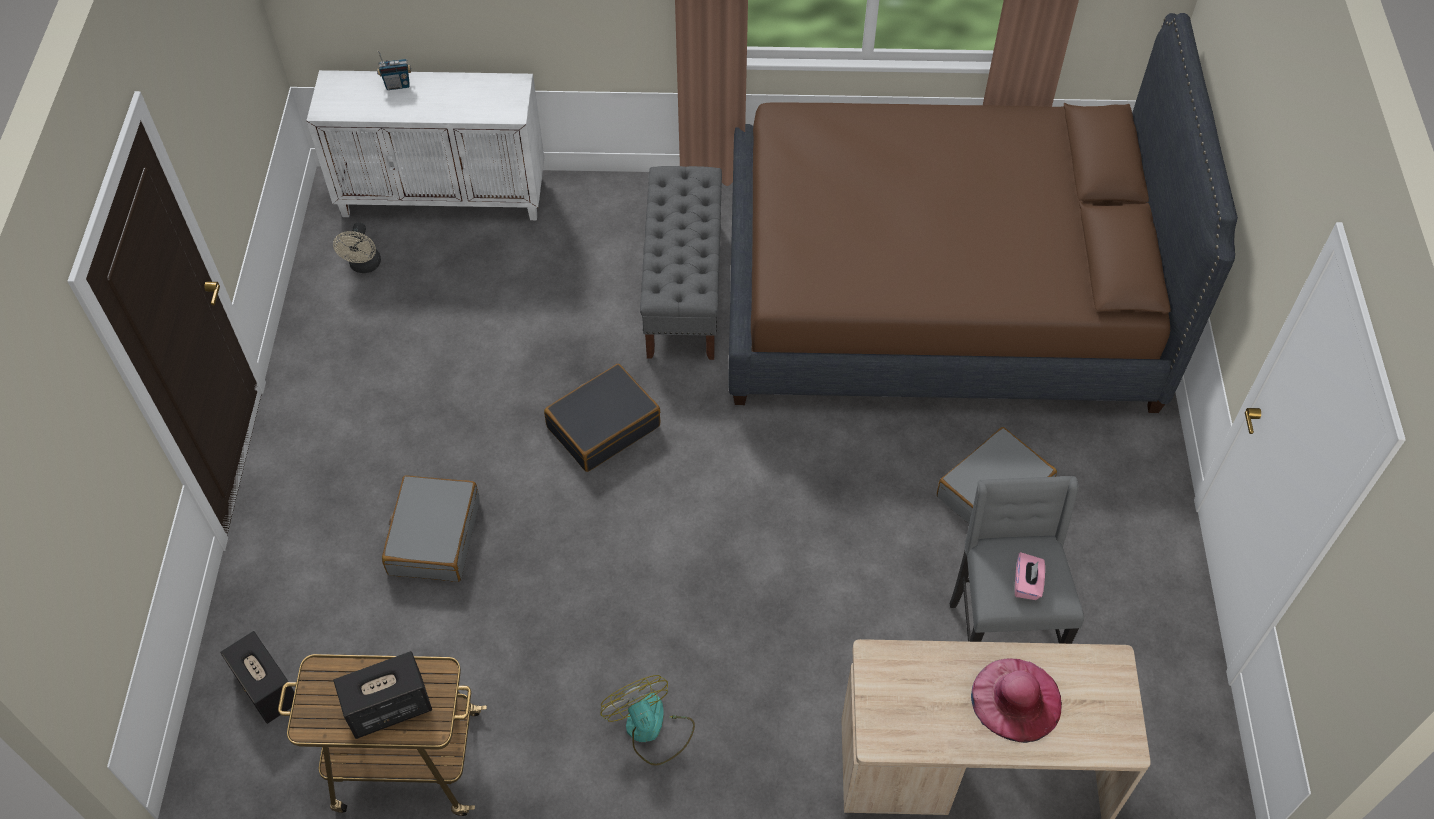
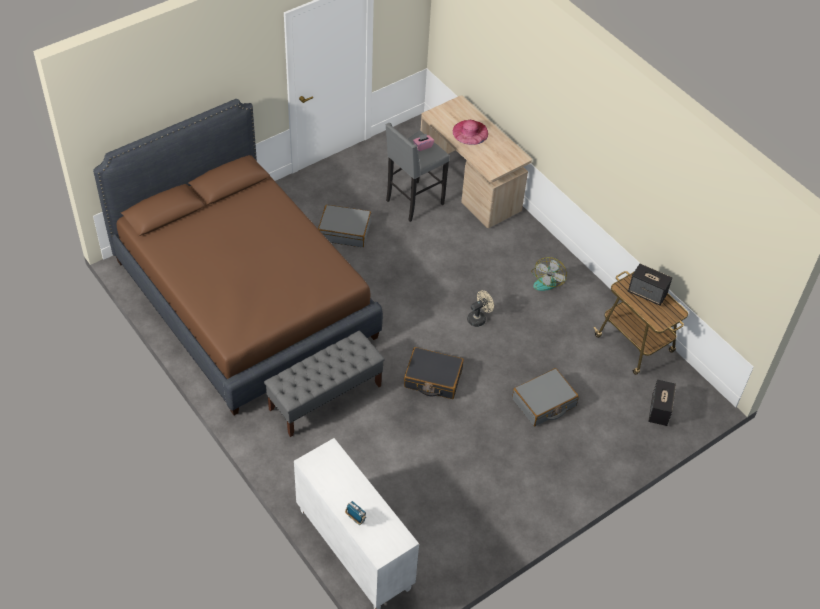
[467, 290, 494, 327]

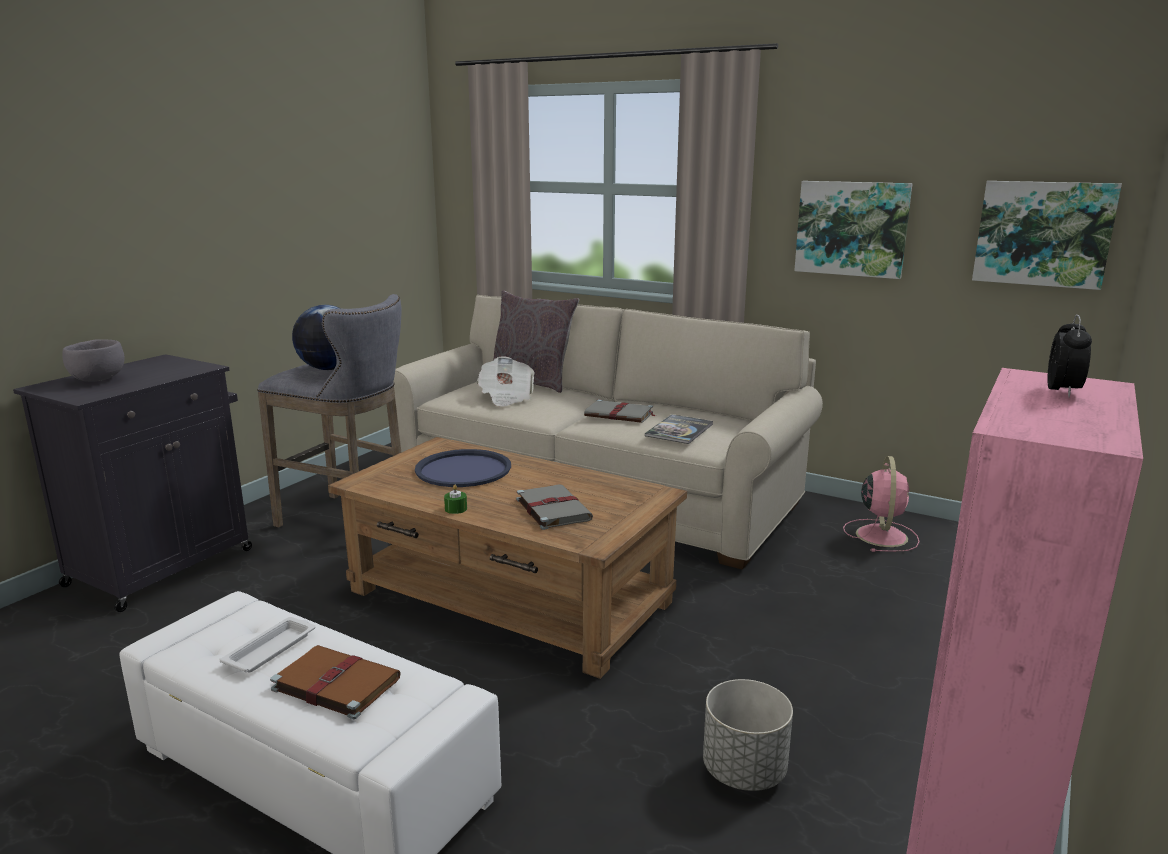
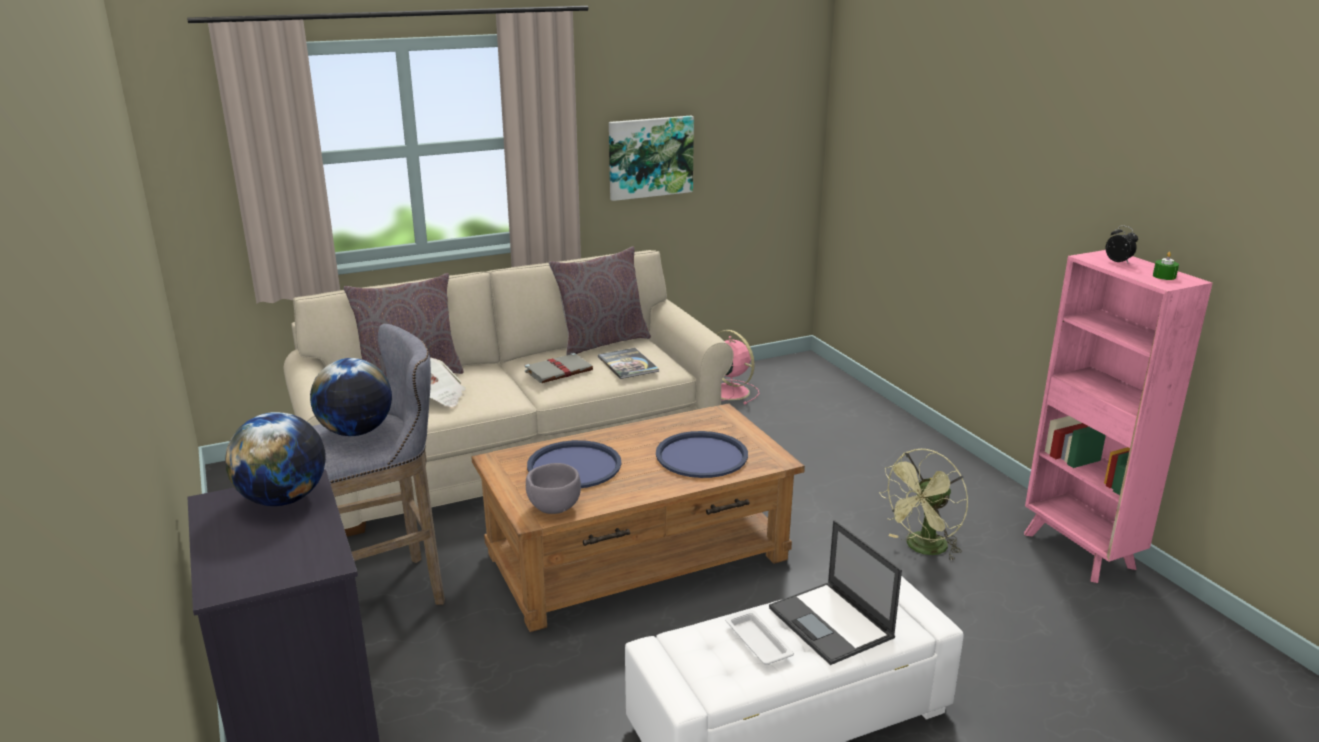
[225, 412, 326, 506]
[526, 463, 581, 514]
[549, 246, 651, 355]
[656, 431, 748, 478]
[769, 520, 902, 665]
[879, 449, 968, 561]
[1153, 252, 1179, 280]
[972, 181, 1122, 290] (first image)

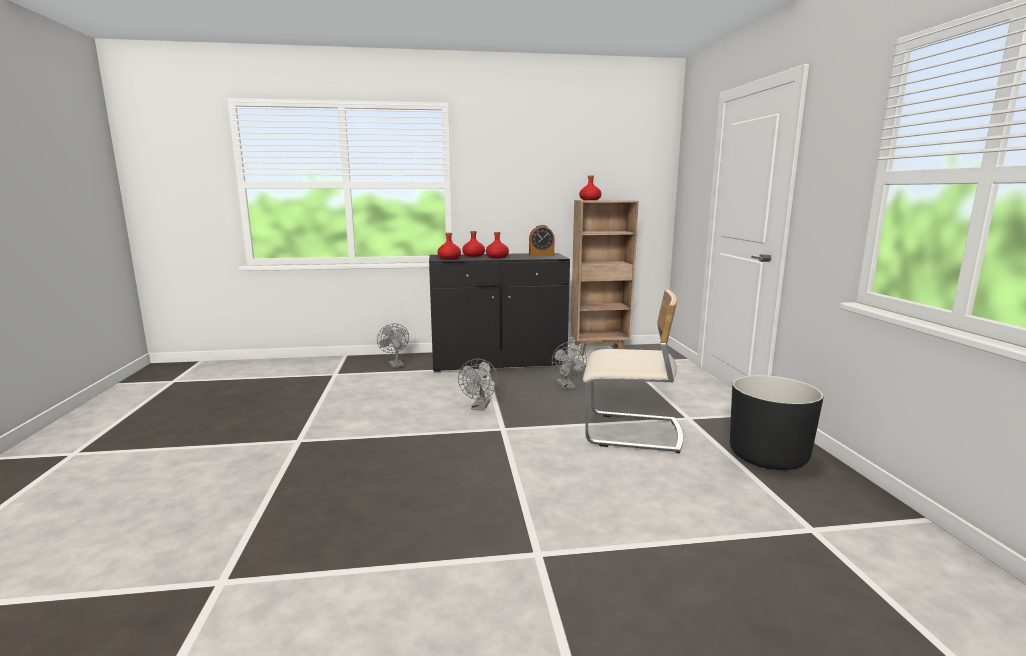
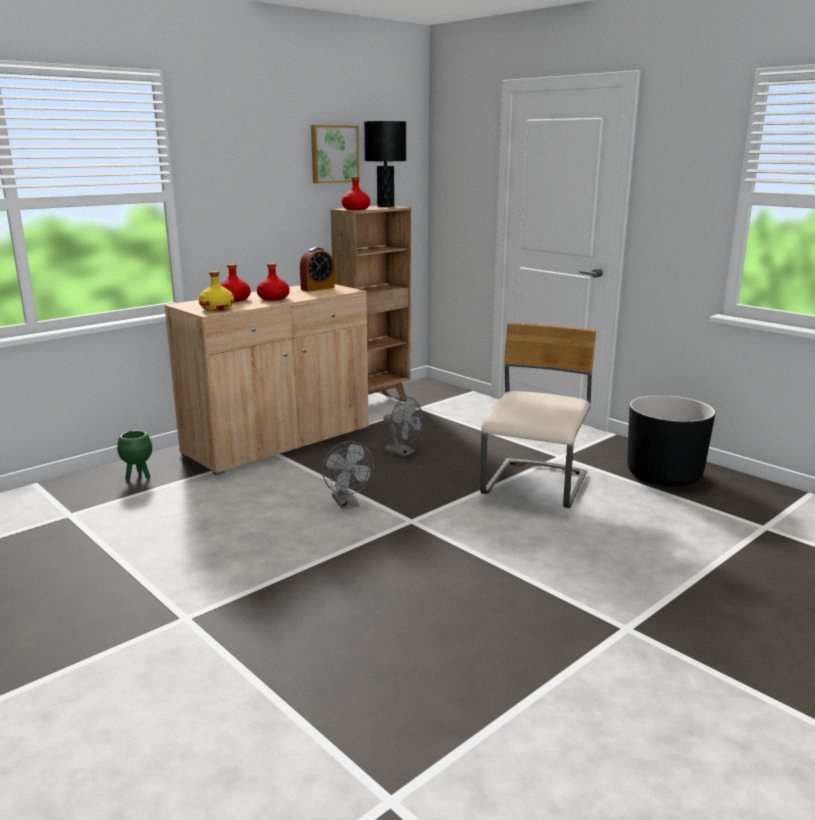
[117, 430, 152, 480]
[164, 284, 369, 475]
[199, 271, 234, 311]
[311, 125, 359, 183]
[364, 121, 406, 207]
[480, 323, 596, 508]

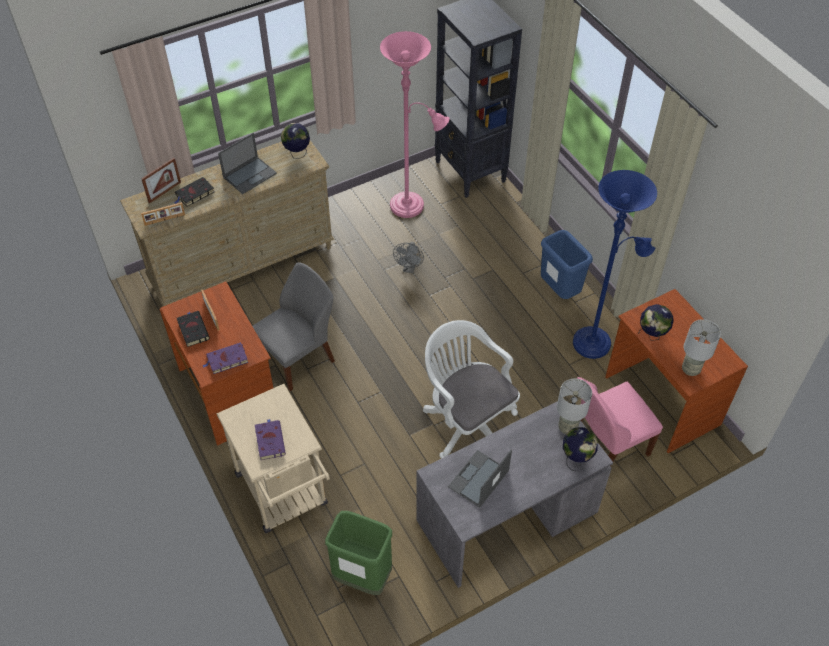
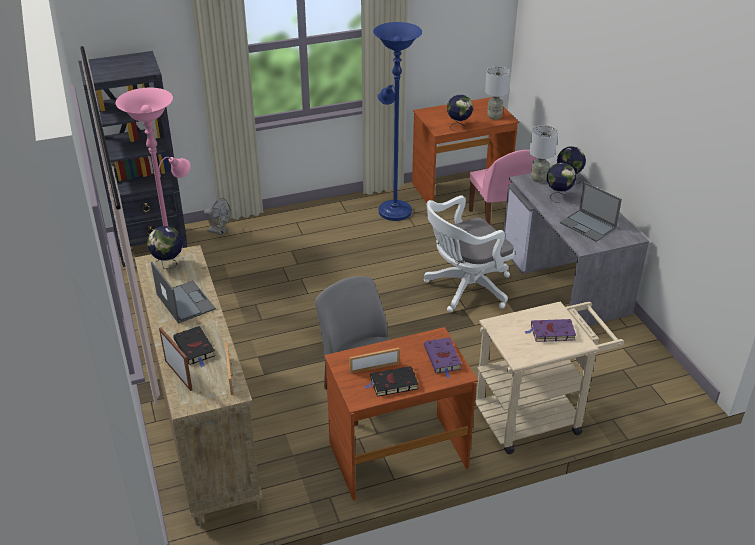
[204, 198, 231, 235]
[547, 162, 576, 203]
[325, 511, 392, 595] (first image)
[541, 230, 593, 299] (first image)

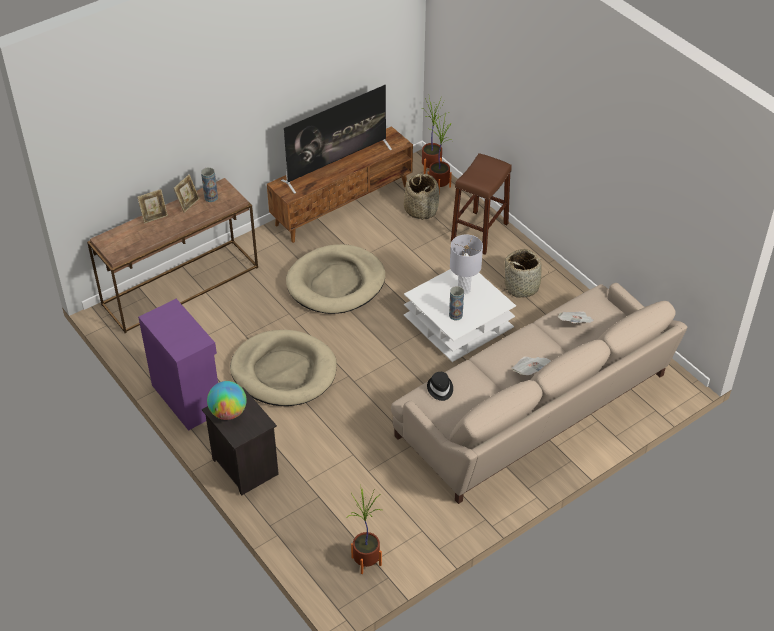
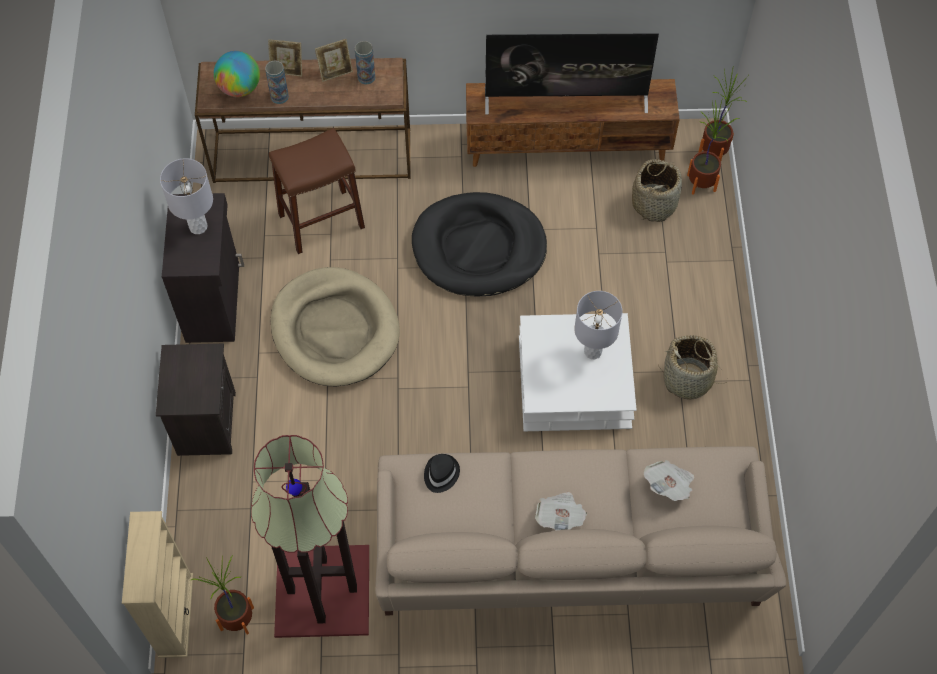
[122, 511, 193, 658]
[160, 158, 213, 234]
[162, 193, 244, 343]
[214, 51, 260, 97]
[251, 435, 369, 638]
[265, 60, 289, 104]
[269, 128, 365, 254]
[412, 192, 547, 297]

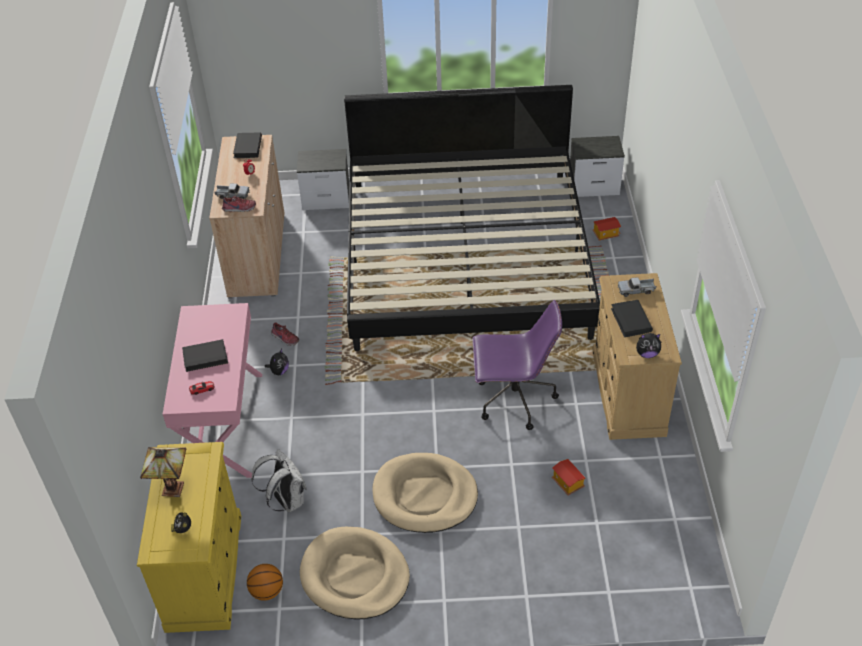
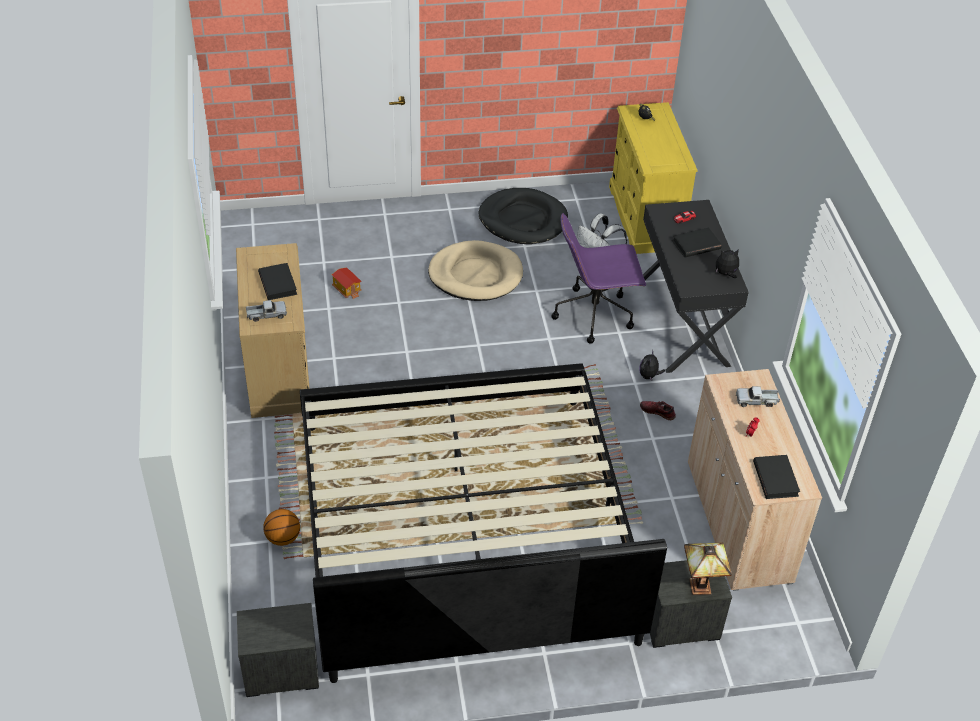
[263, 509, 300, 546]
[478, 188, 568, 244]
[551, 213, 646, 344]
[643, 200, 749, 373]
[684, 542, 732, 595]
[716, 249, 739, 278]
[222, 196, 256, 212] (first image)
[593, 217, 621, 241] (first image)

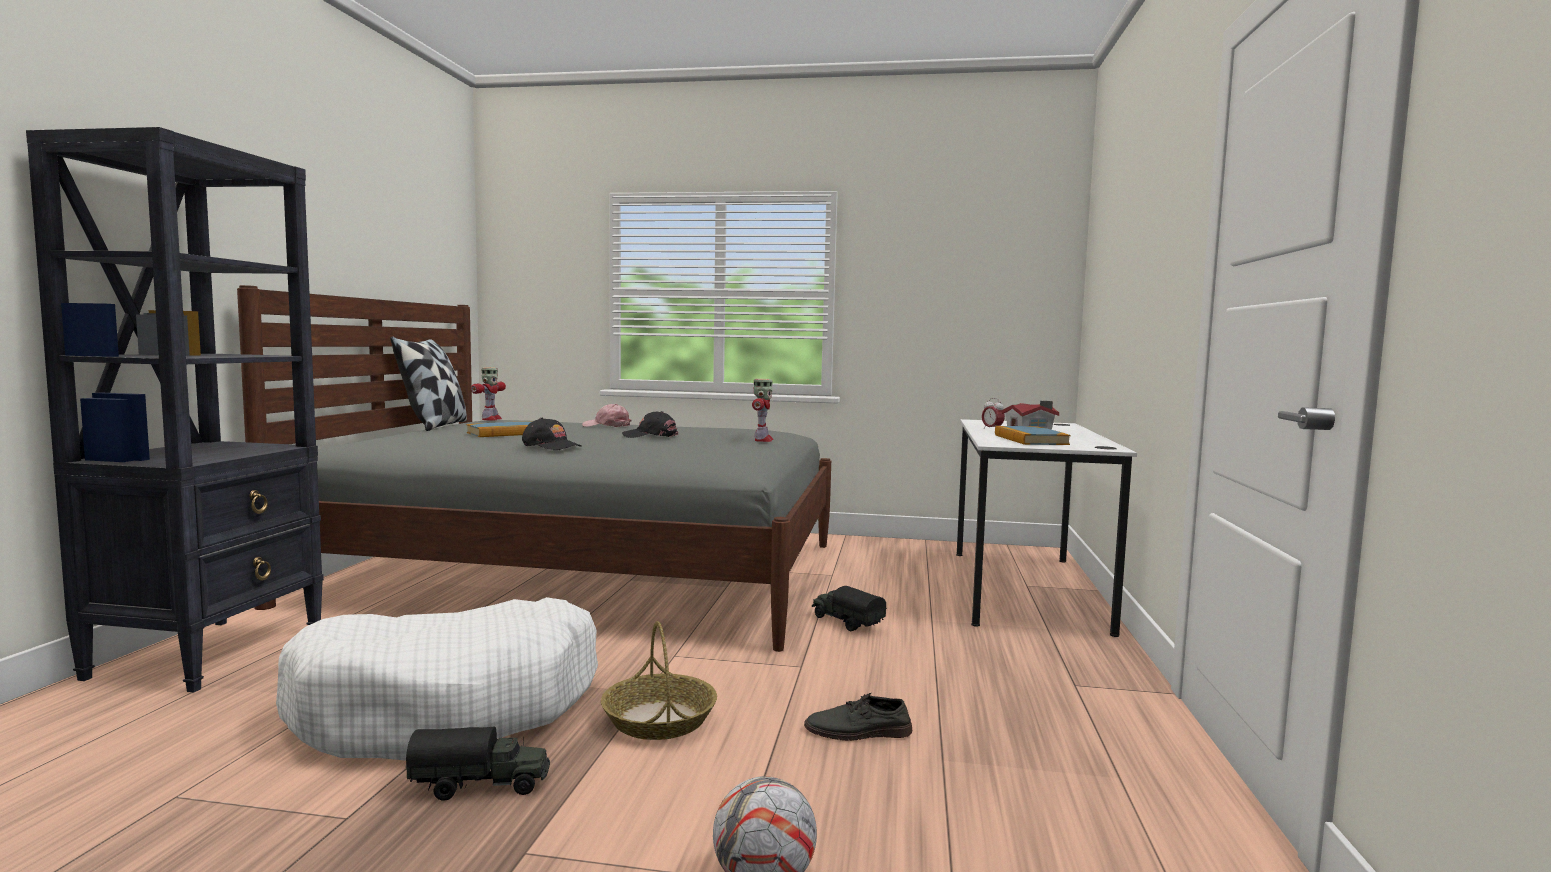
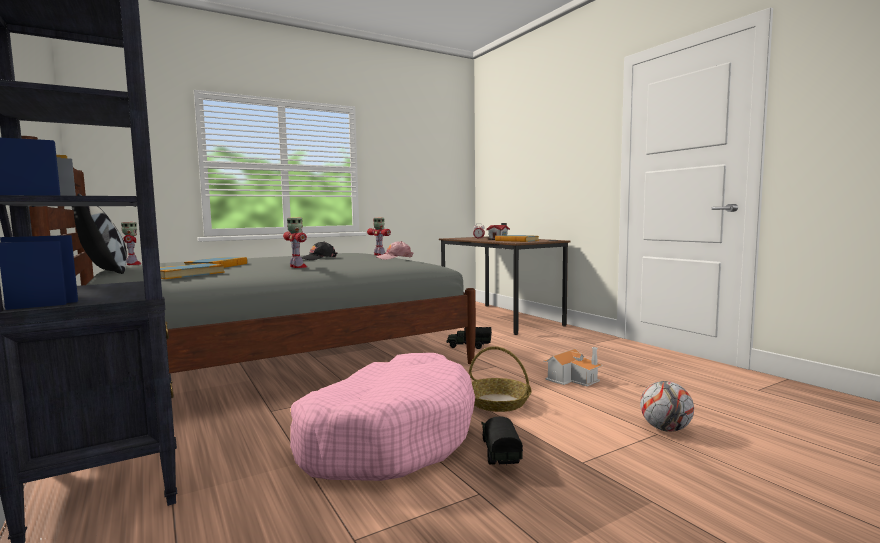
[160, 263, 225, 279]
[283, 218, 307, 268]
[290, 353, 475, 481]
[376, 241, 414, 260]
[439, 236, 571, 335]
[482, 416, 523, 465]
[543, 347, 603, 386]

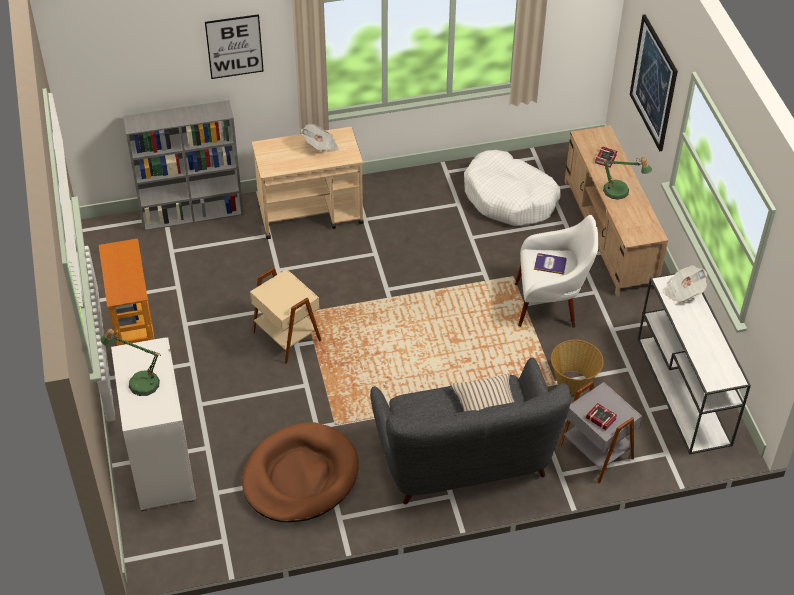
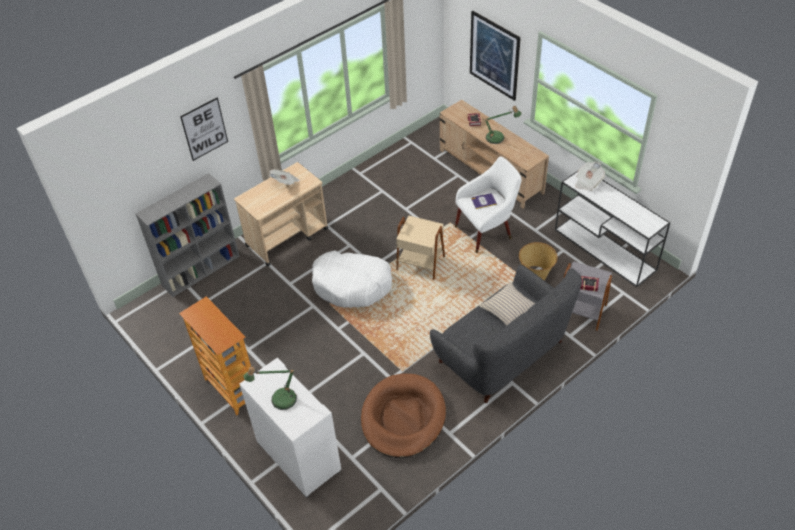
[312, 250, 392, 308]
[396, 215, 445, 280]

